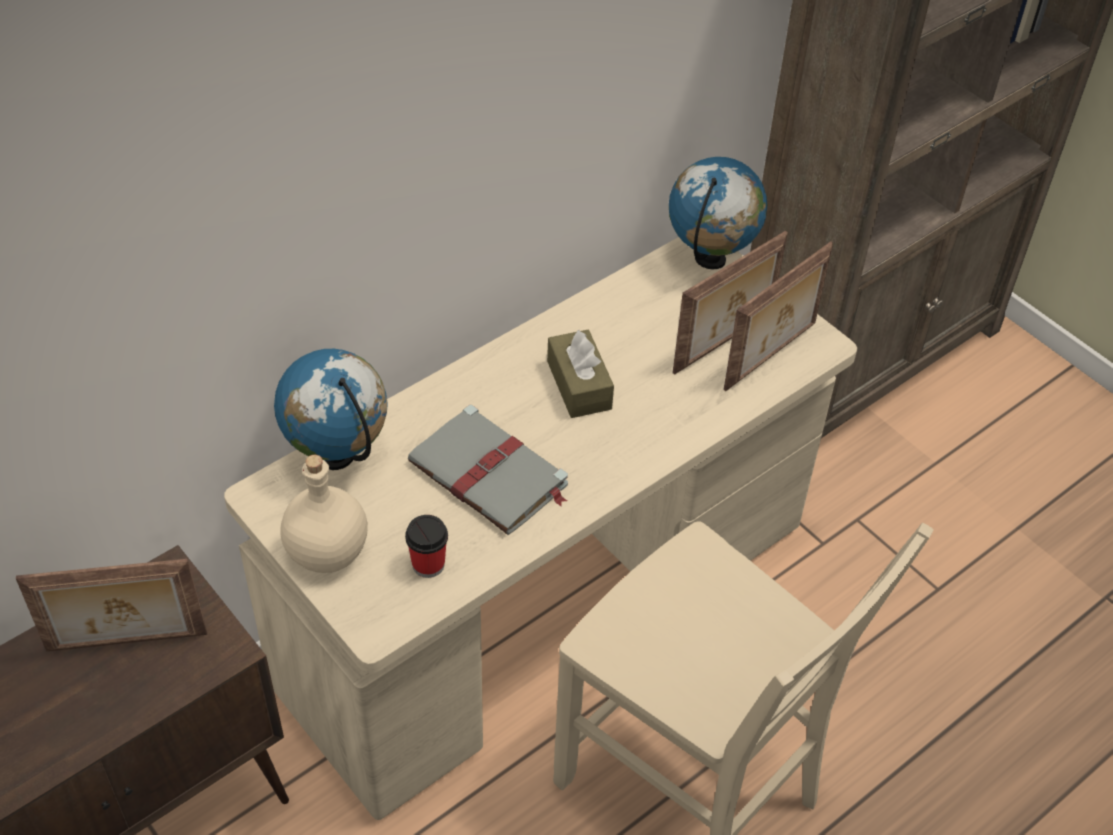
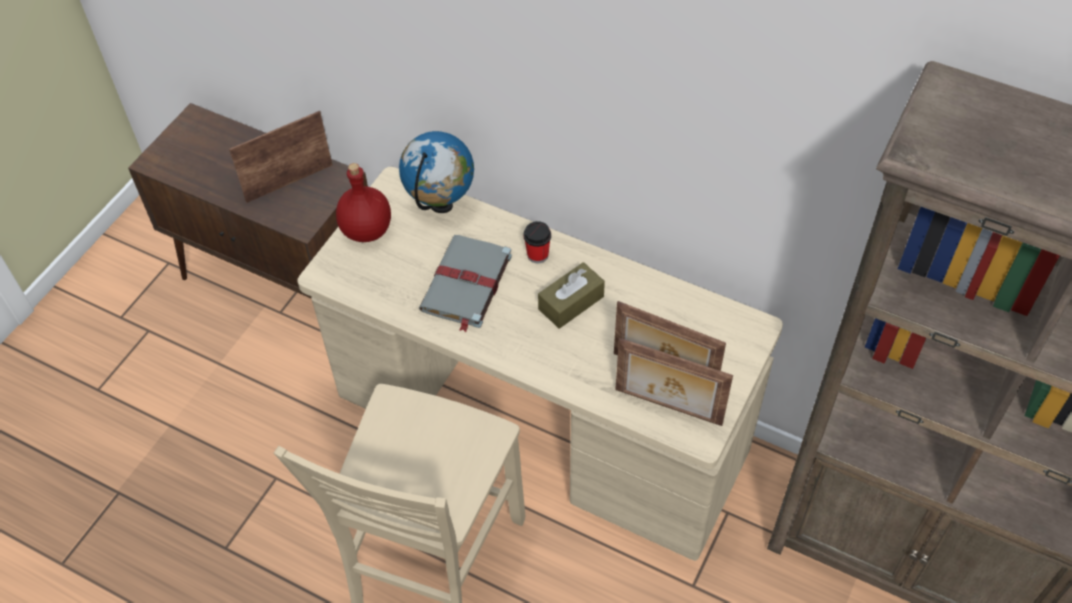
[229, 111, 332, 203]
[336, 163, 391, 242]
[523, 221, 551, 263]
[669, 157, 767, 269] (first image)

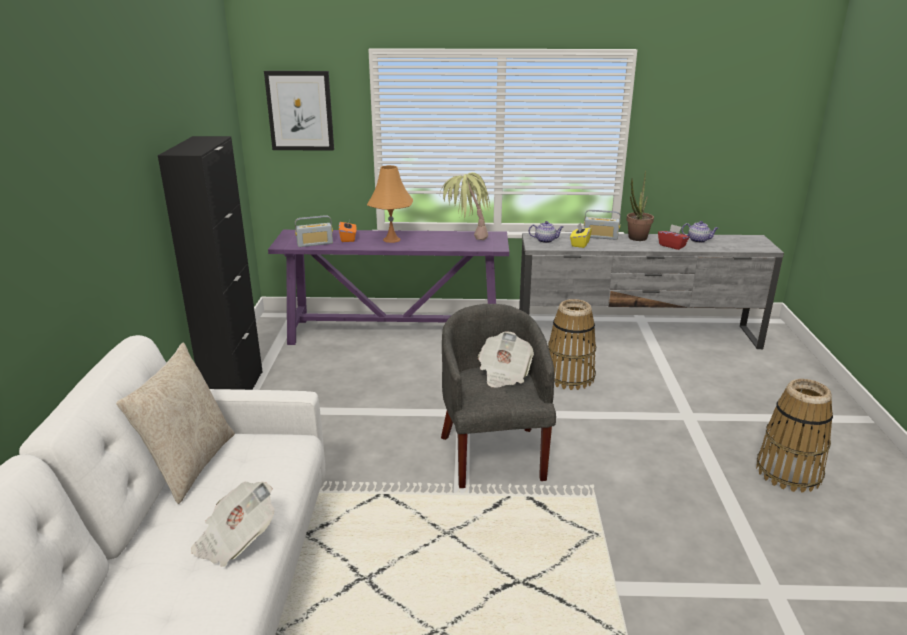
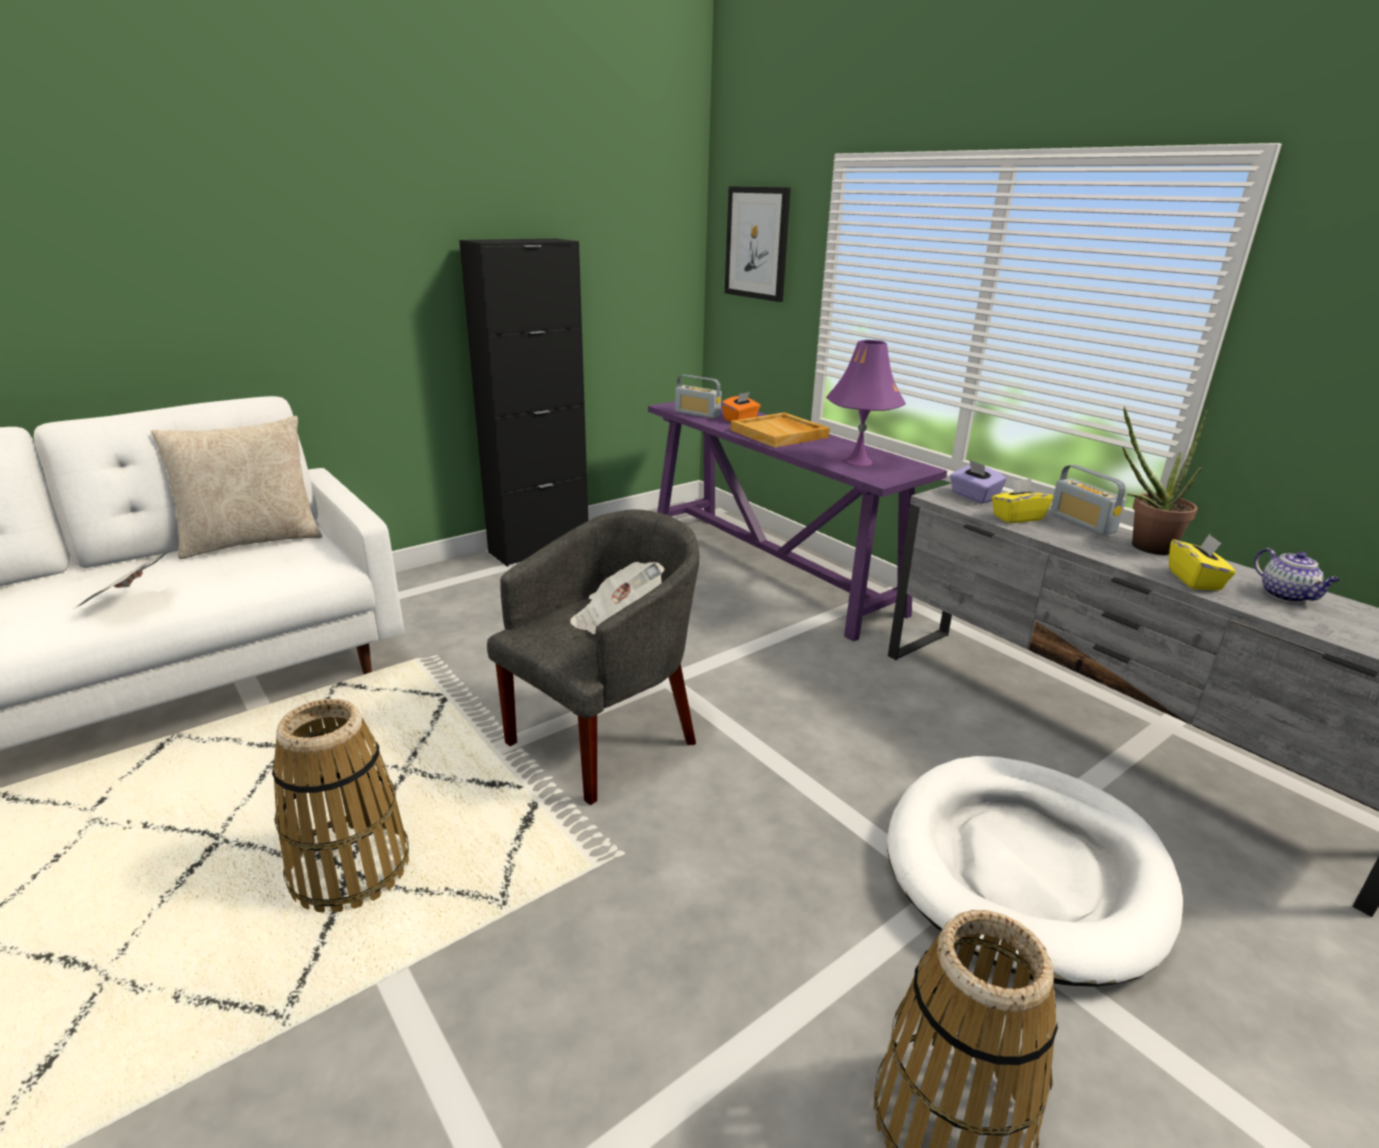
[272, 699, 409, 913]
[730, 412, 830, 448]
[826, 340, 906, 466]
[887, 756, 1183, 987]
[950, 460, 1007, 504]
[1169, 534, 1236, 590]

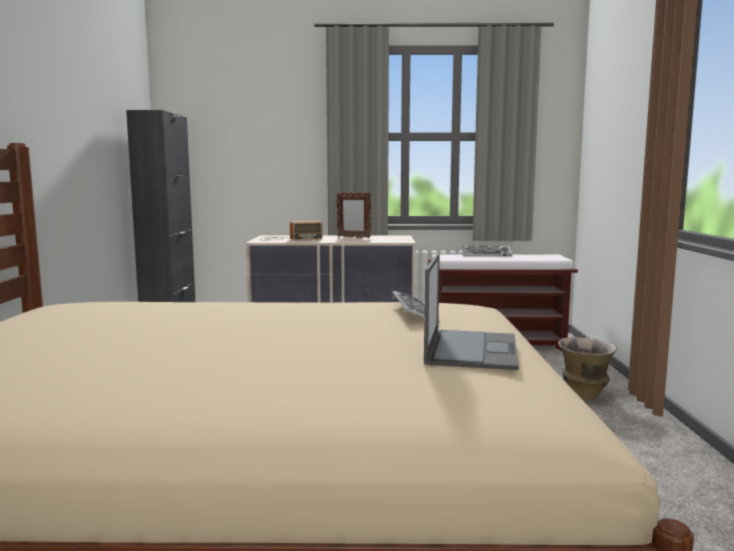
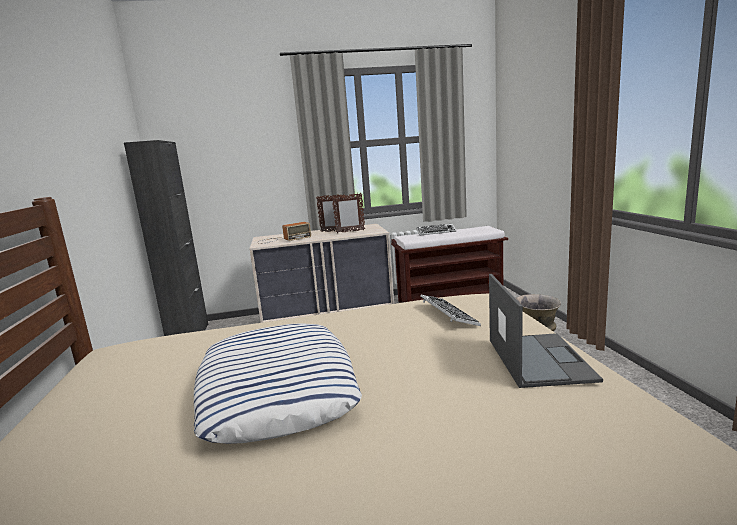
[194, 323, 362, 444]
[332, 193, 365, 233]

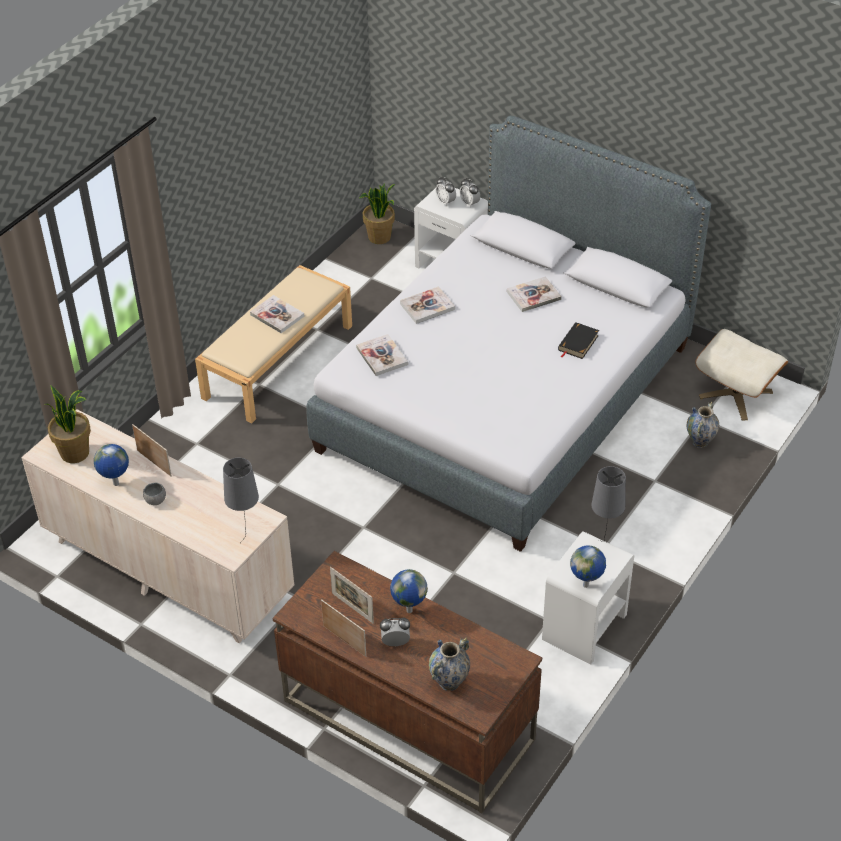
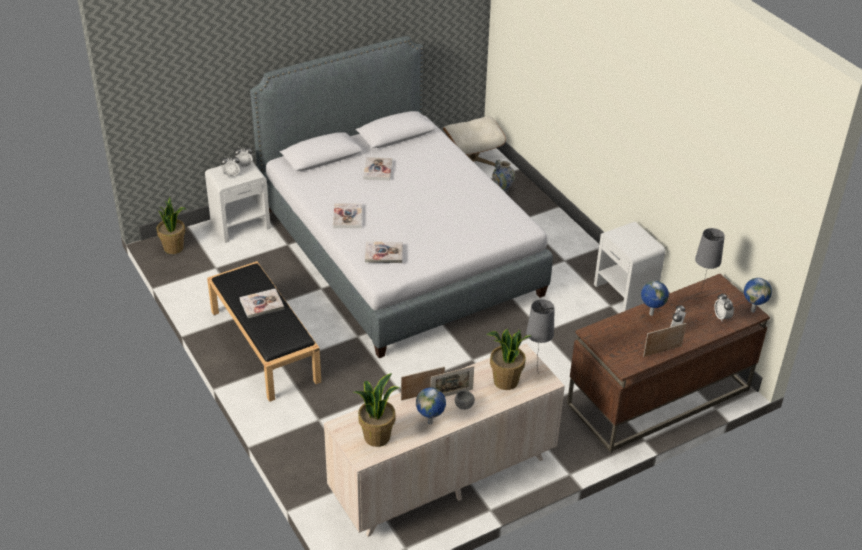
[207, 261, 321, 402]
[431, 366, 474, 397]
[486, 328, 531, 390]
[695, 228, 725, 296]
[714, 293, 734, 321]
[744, 278, 772, 313]
[558, 322, 599, 359] (first image)

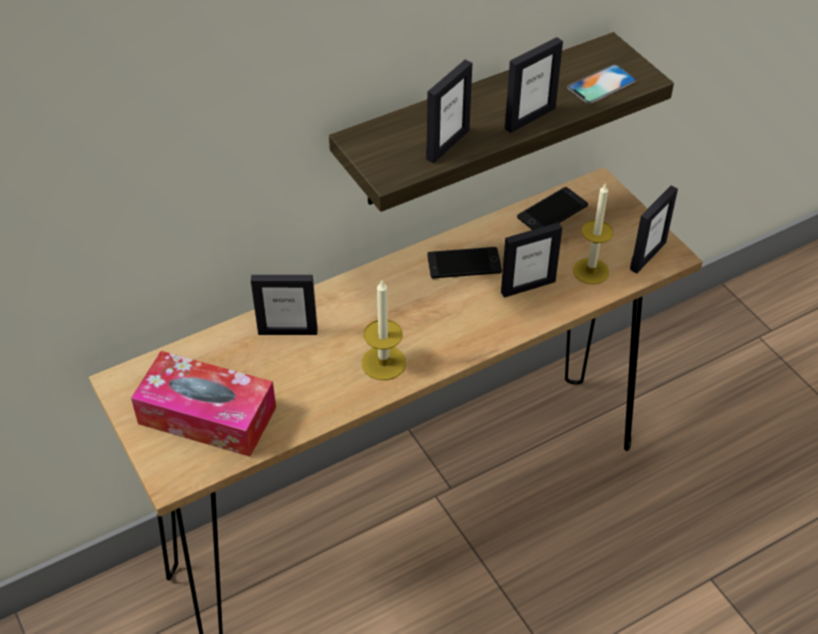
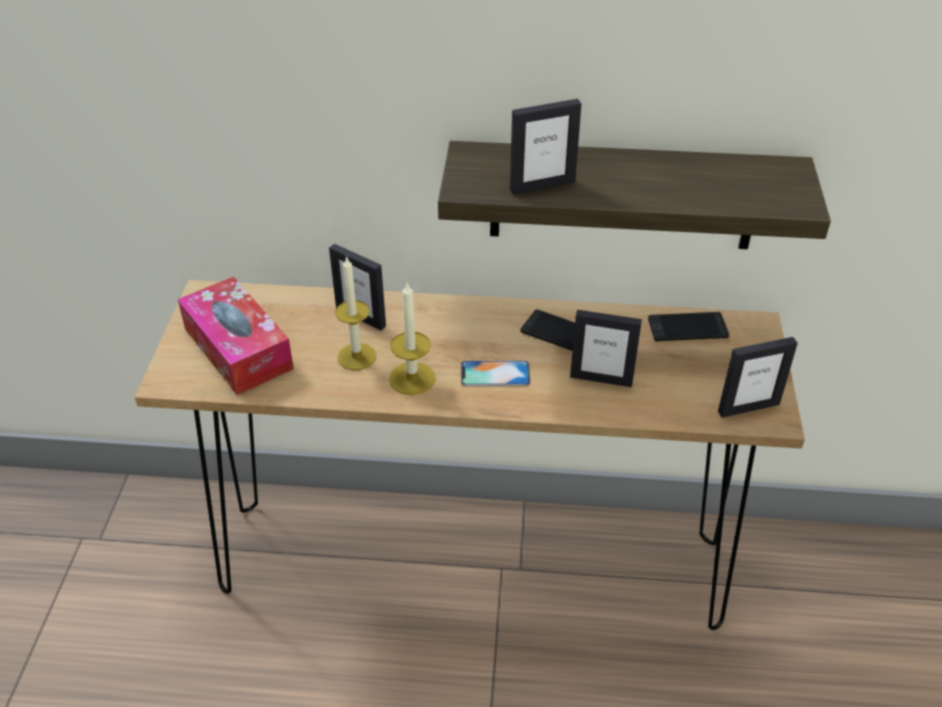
[335, 256, 376, 370]
[461, 360, 530, 386]
[505, 37, 563, 133] (first image)

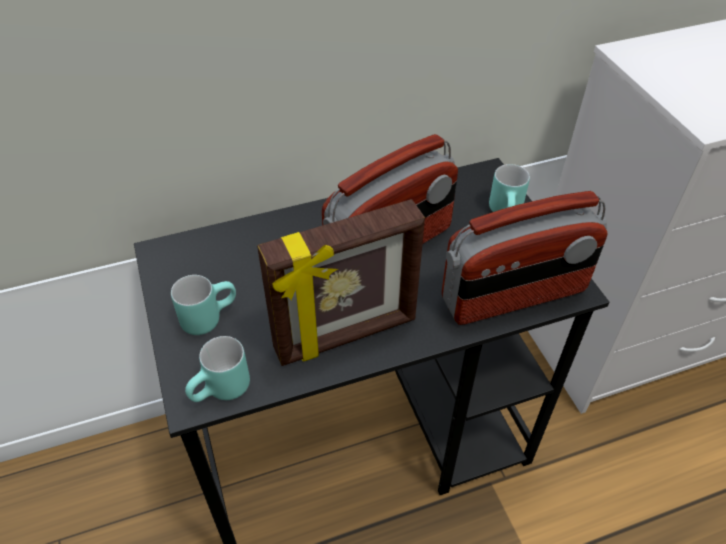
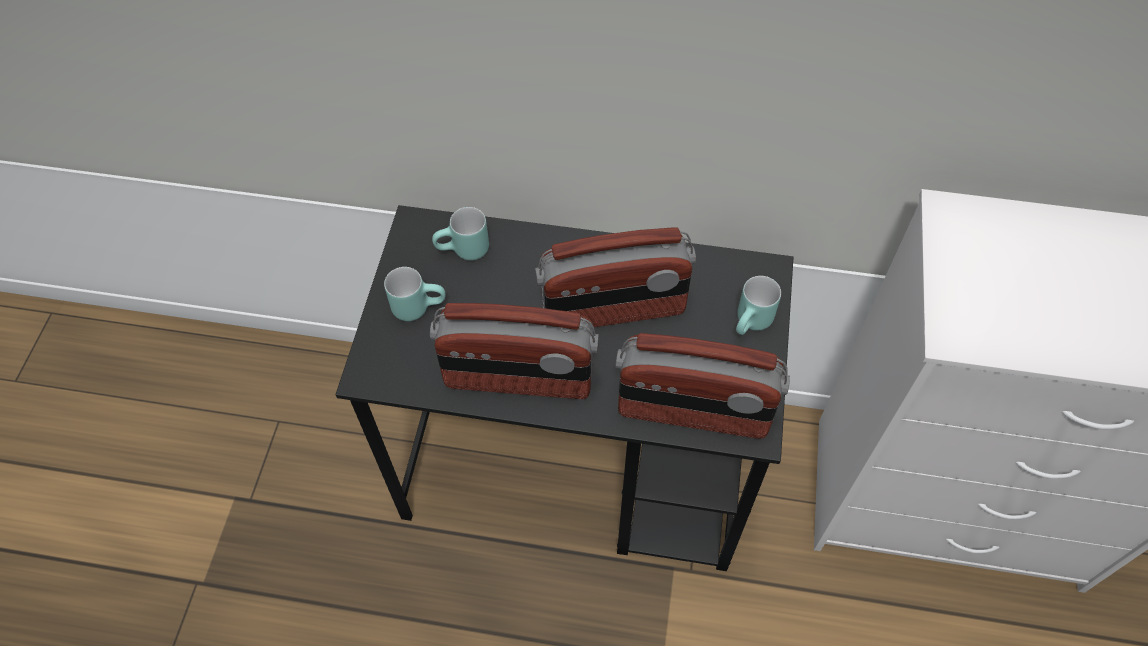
[430, 303, 599, 399]
[432, 207, 489, 260]

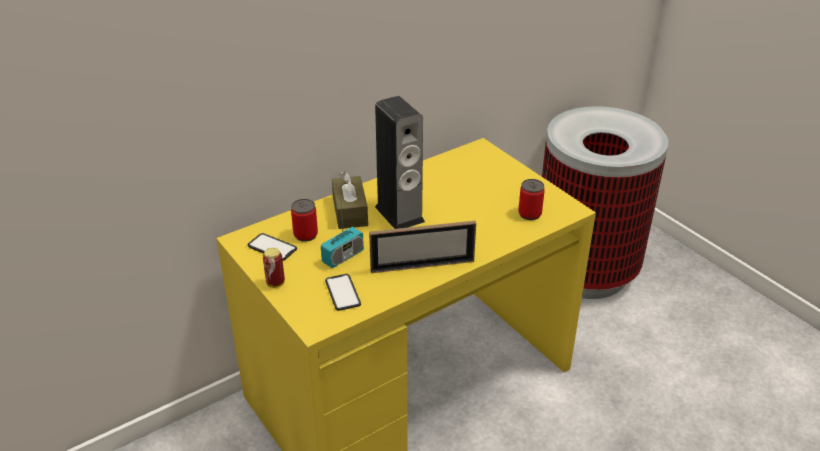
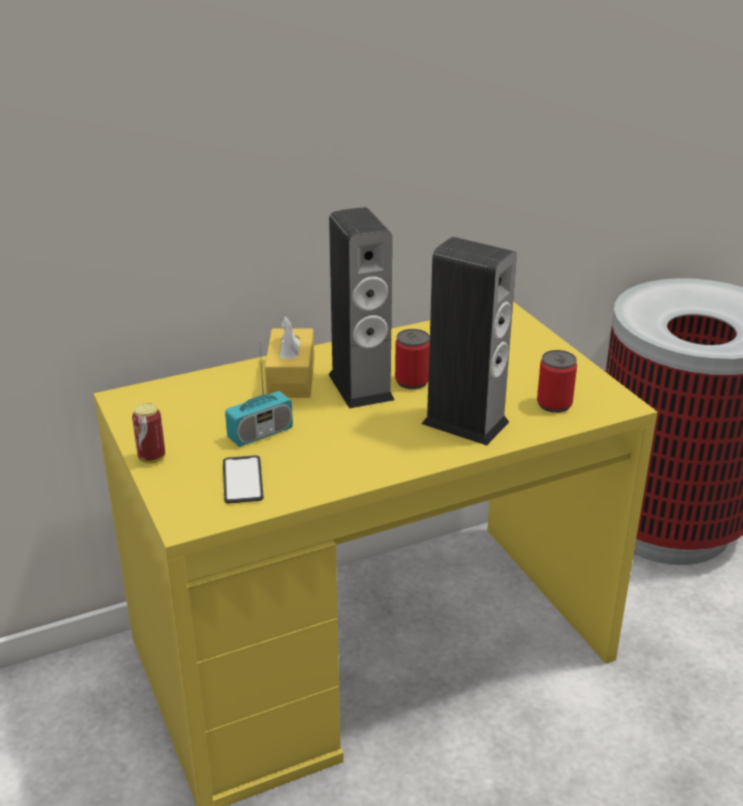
[265, 315, 314, 398]
[395, 329, 430, 389]
[421, 237, 517, 445]
[247, 233, 297, 261] (first image)
[369, 221, 476, 273] (first image)

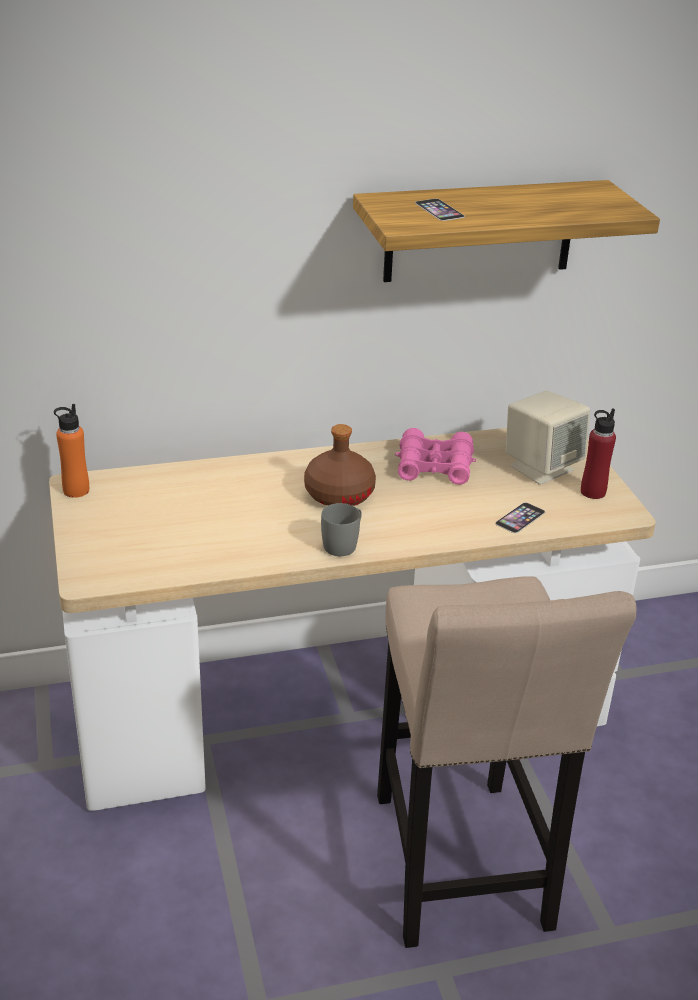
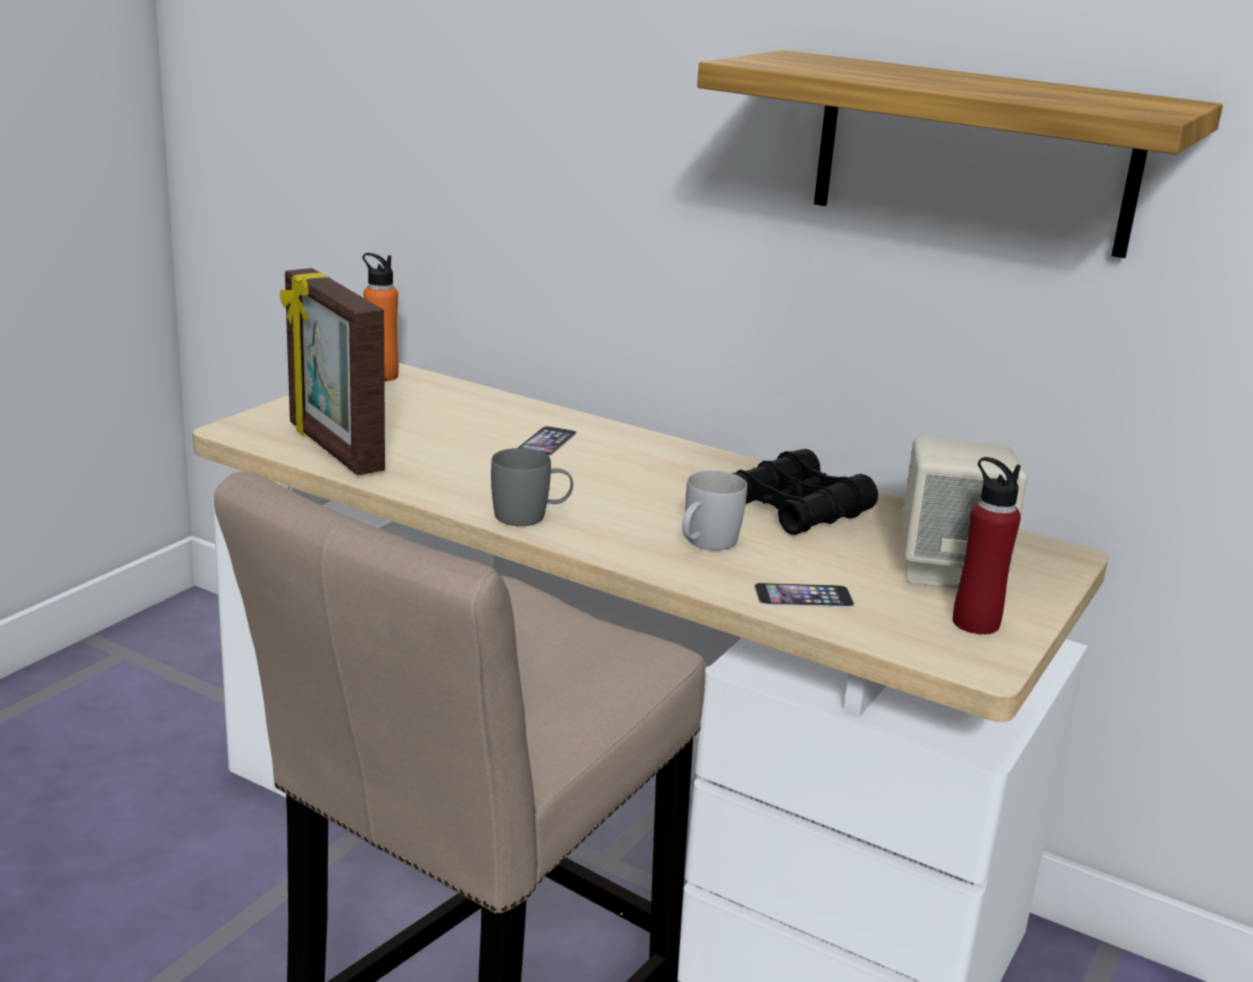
[280, 268, 385, 475]
[517, 426, 577, 456]
[682, 471, 747, 551]
[732, 449, 878, 535]
[304, 424, 376, 506] (first image)

